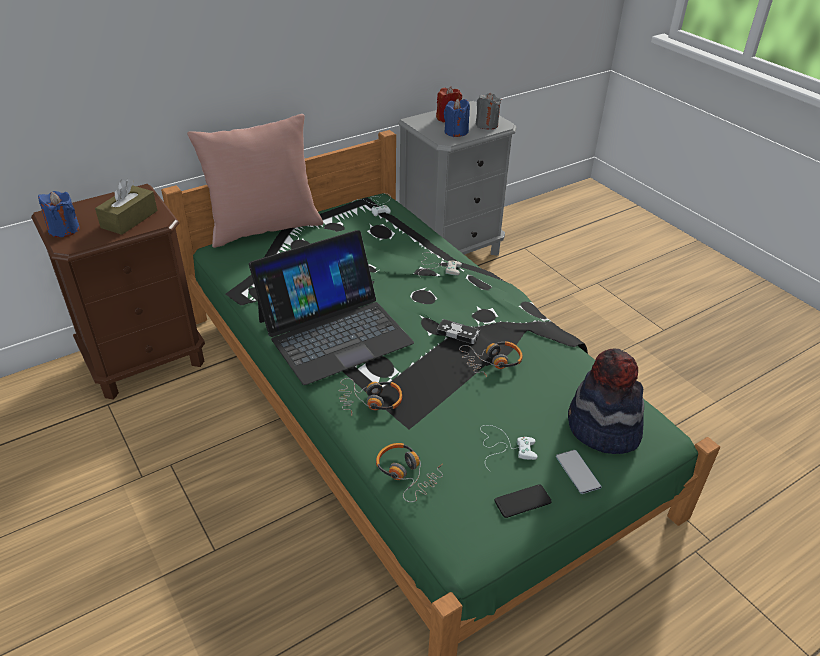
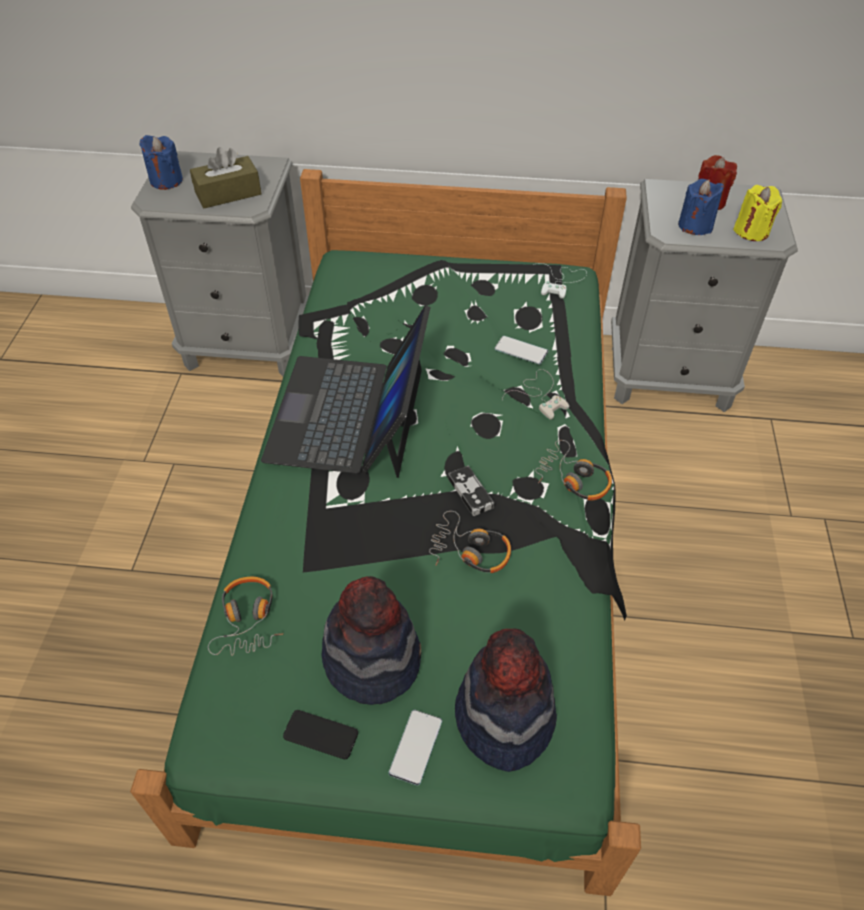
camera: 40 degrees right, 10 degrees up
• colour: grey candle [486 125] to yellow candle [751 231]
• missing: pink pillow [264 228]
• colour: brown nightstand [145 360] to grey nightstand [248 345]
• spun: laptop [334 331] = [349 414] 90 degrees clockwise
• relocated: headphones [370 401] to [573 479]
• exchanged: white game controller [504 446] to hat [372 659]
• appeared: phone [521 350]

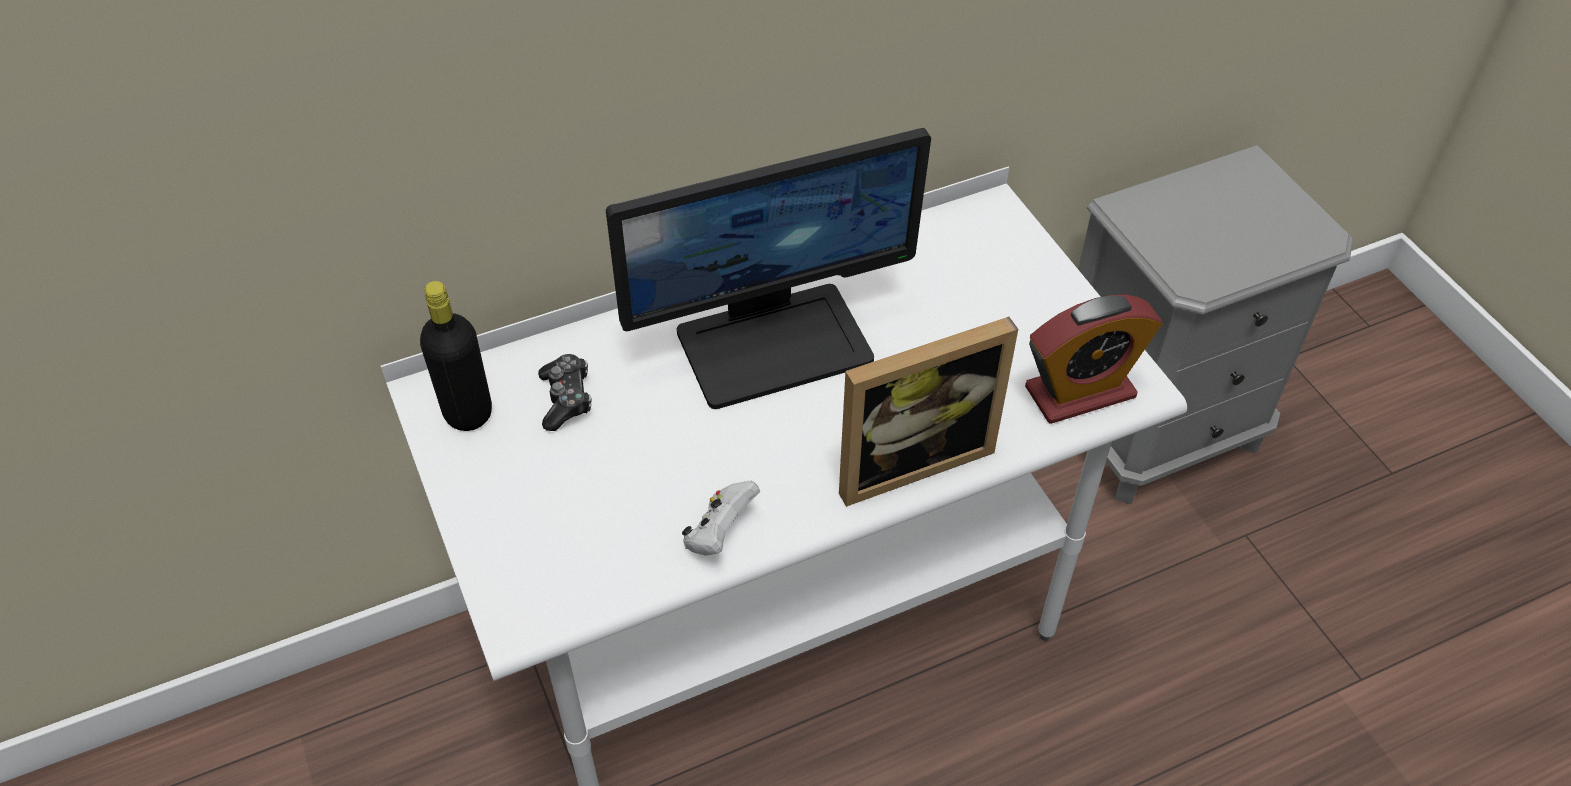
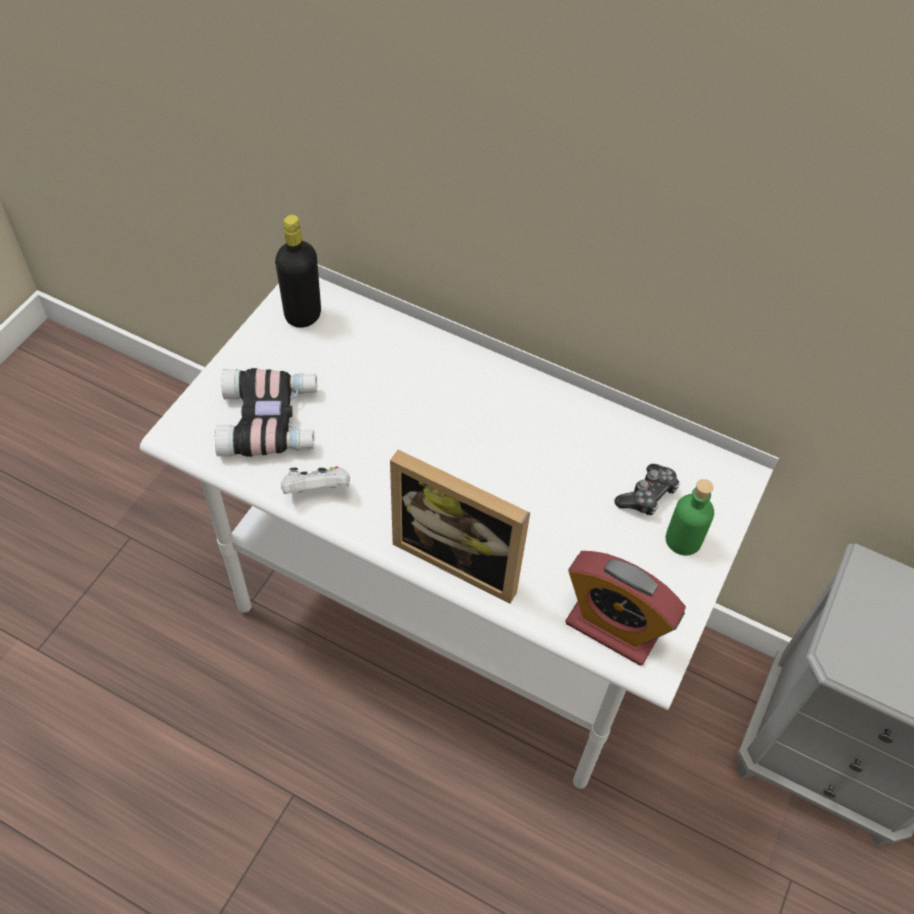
camera: 50 degrees right, 5 degrees up
• missing: monitor [774 342]
• relocated: game controller [566 399] to [647 495]
• appeared: binoculars [271 421]
• appeared: green bottle [683 539]

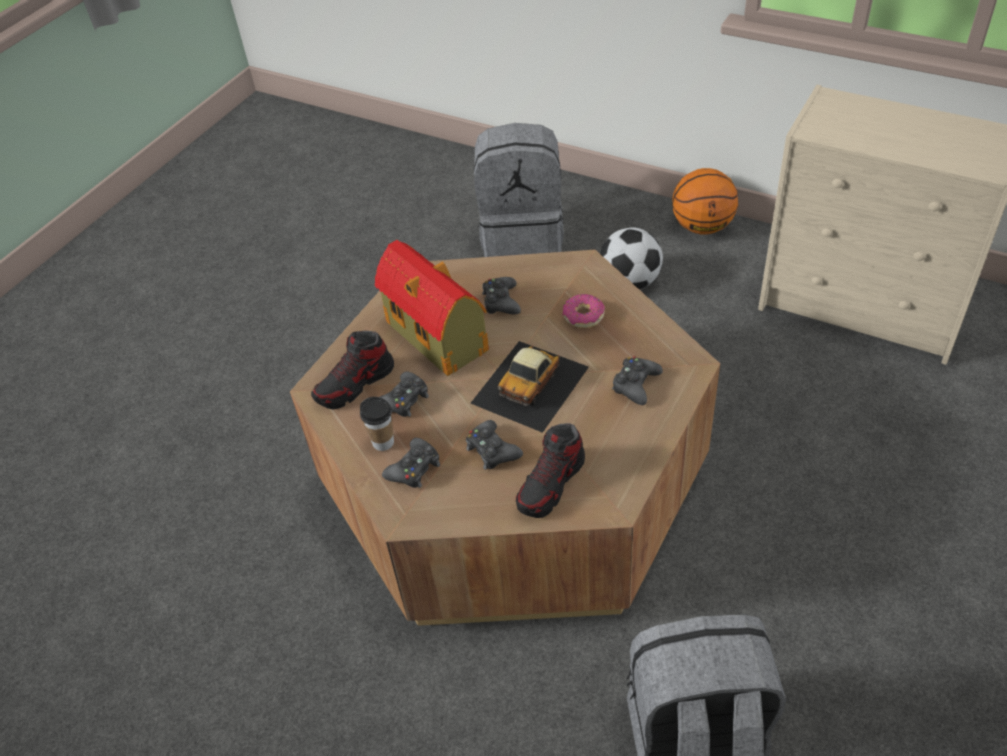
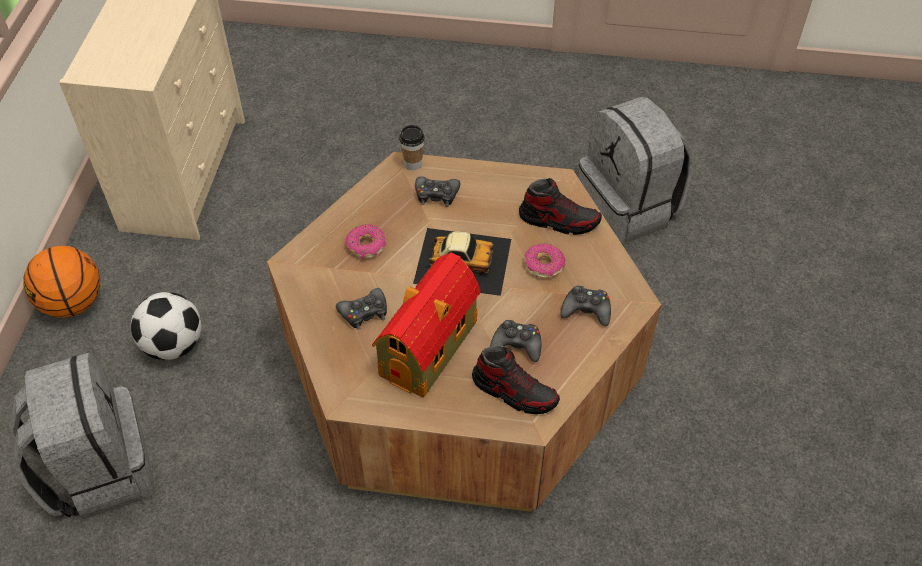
camera: 115 degrees left, 5 degrees up
• relocated: cup [383 442] to [413 164]
• exchanged: black game controller [492 450] to donut [544 265]

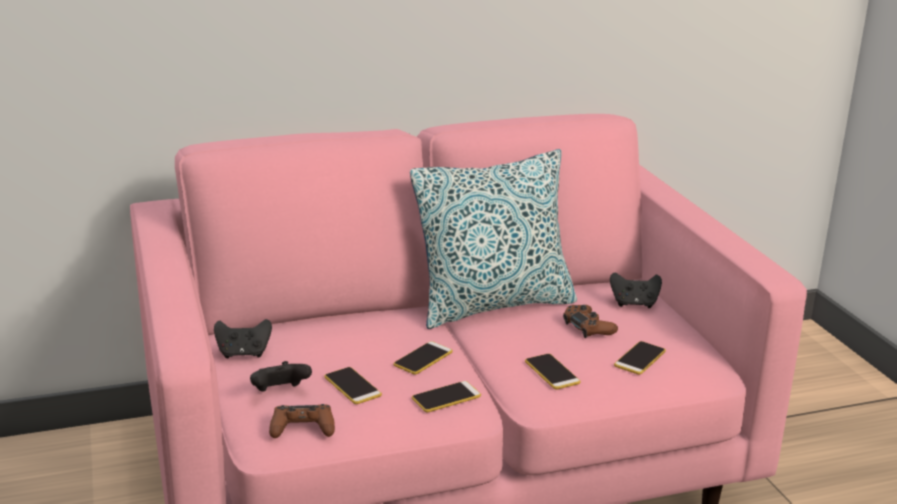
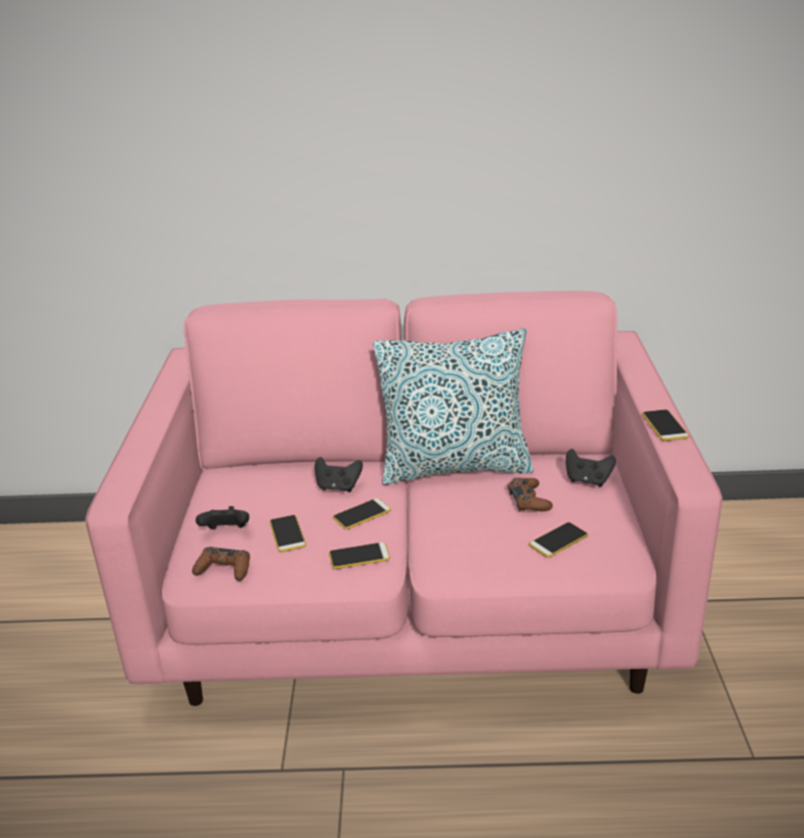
camera: 20 degrees right, 5 degrees up
• relocated: black game controller [243 353] to [338 487]
• relocated: phone [552 372] to [664 426]

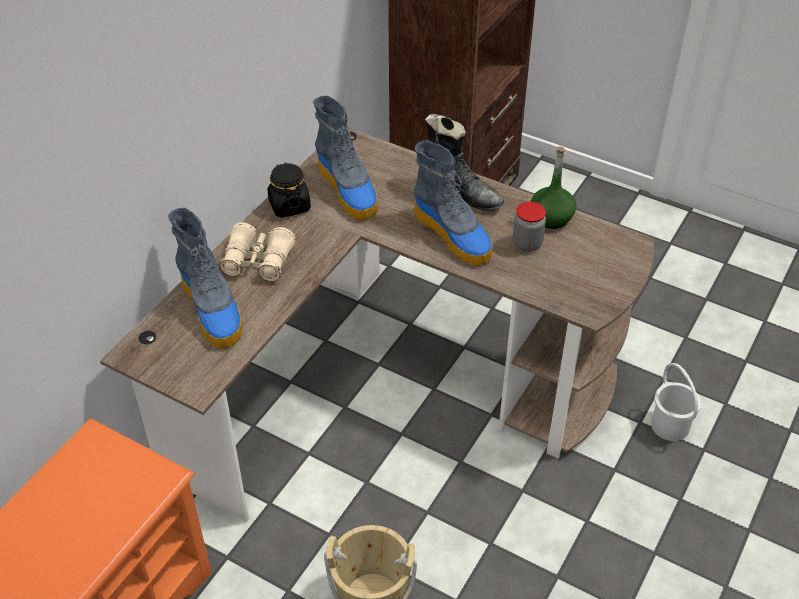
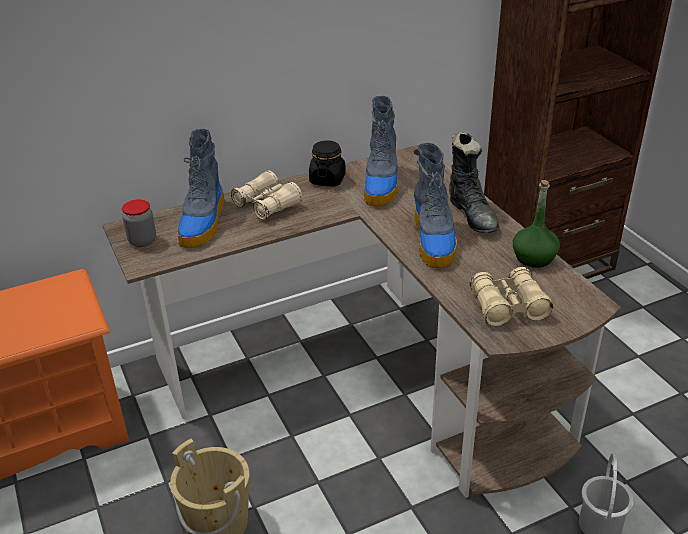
camera: 35 degrees right, 10 degrees down
• relocated: jar [527 243] to [142 241]
• appeared: beige binoculars [508 306]

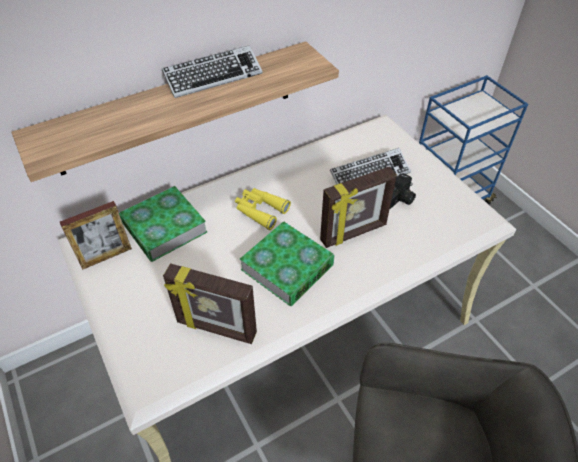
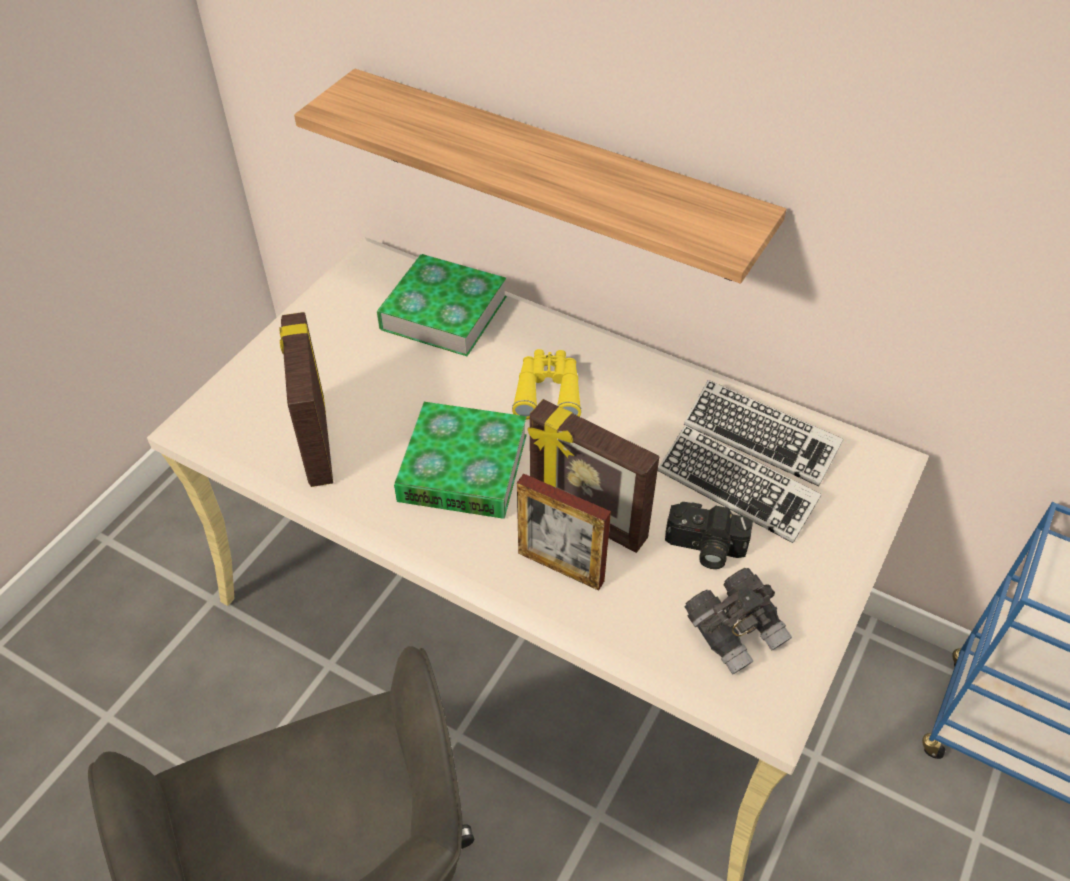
camera: 60 degrees right, 0 degrees up
• relocated: keyboard [213 77] to [760 438]
• relocated: picture frame [106 256] to [560 567]
• appeared: grey binoculars [735 631]

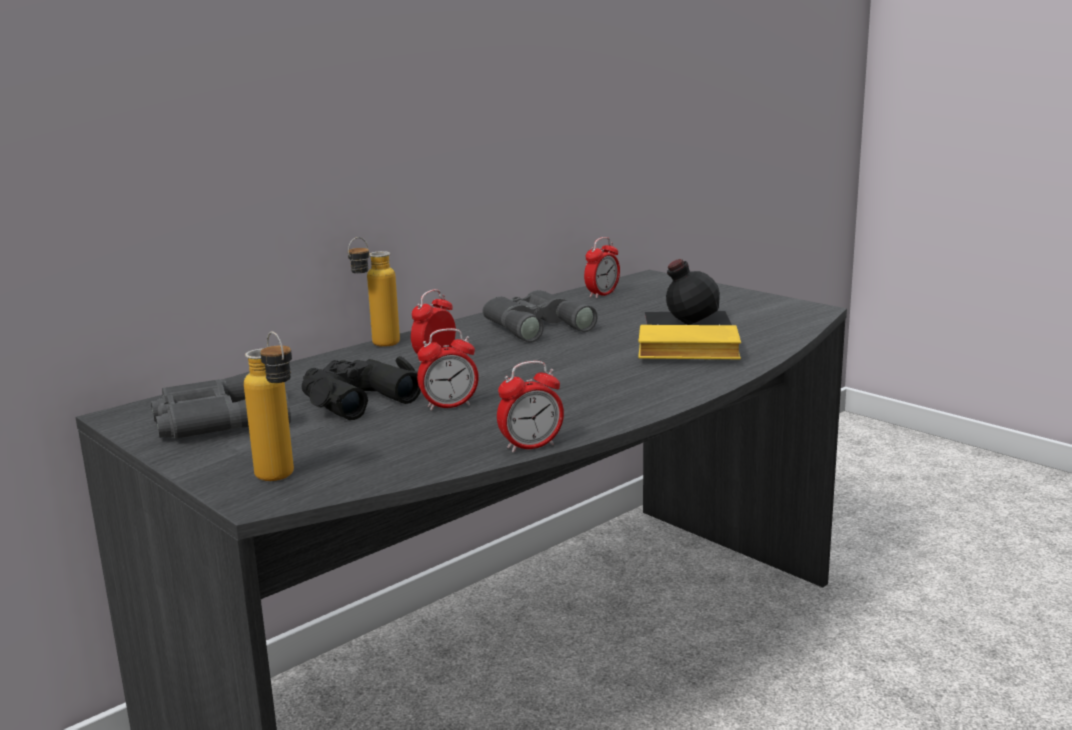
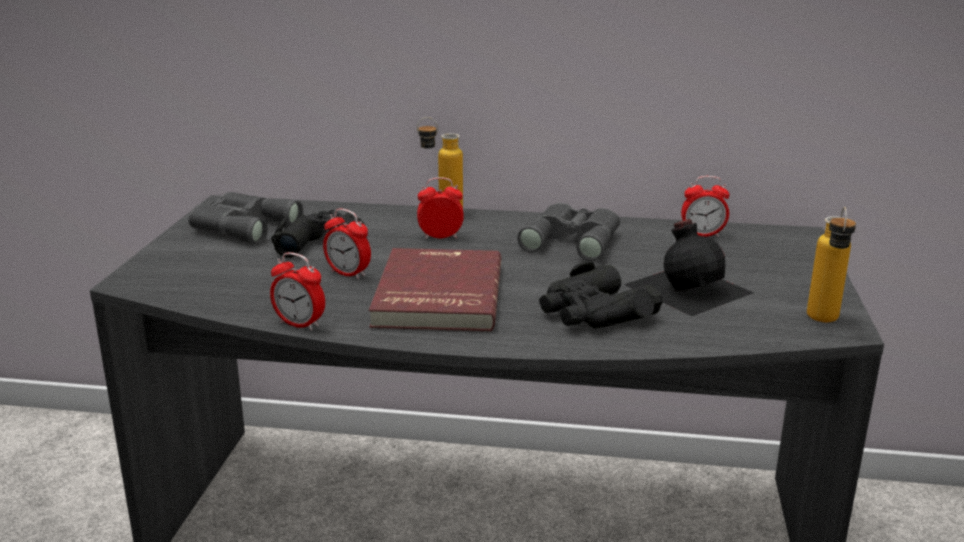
camera: 50 degrees right, 5 degrees up
• exchanged: yellow book [685 354] to black binoculars [594 313]
• relocated: bottle [281 479] to [823 322]
• appeared: red book [436 295]

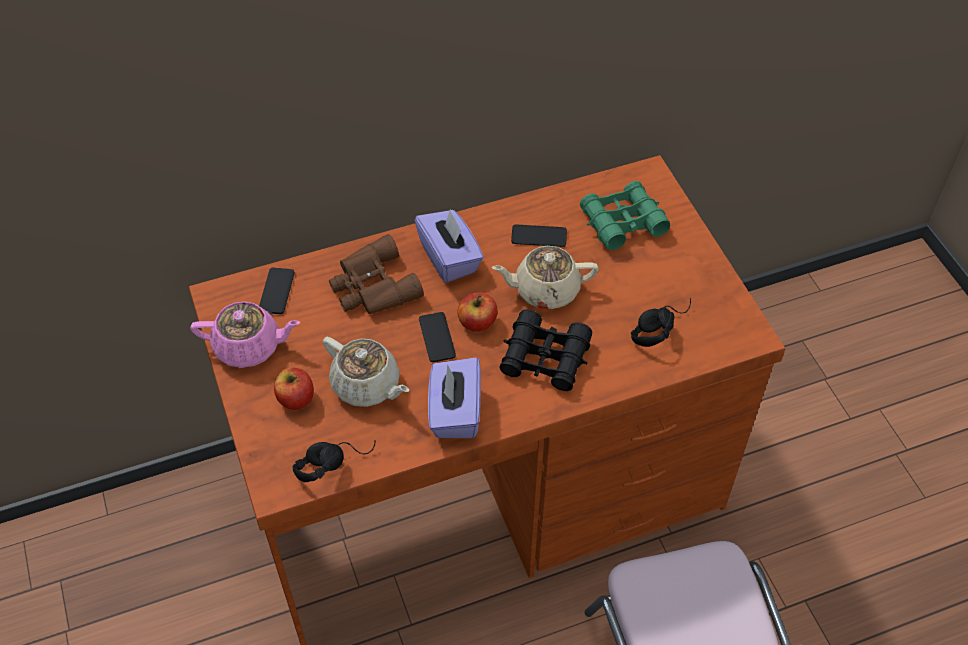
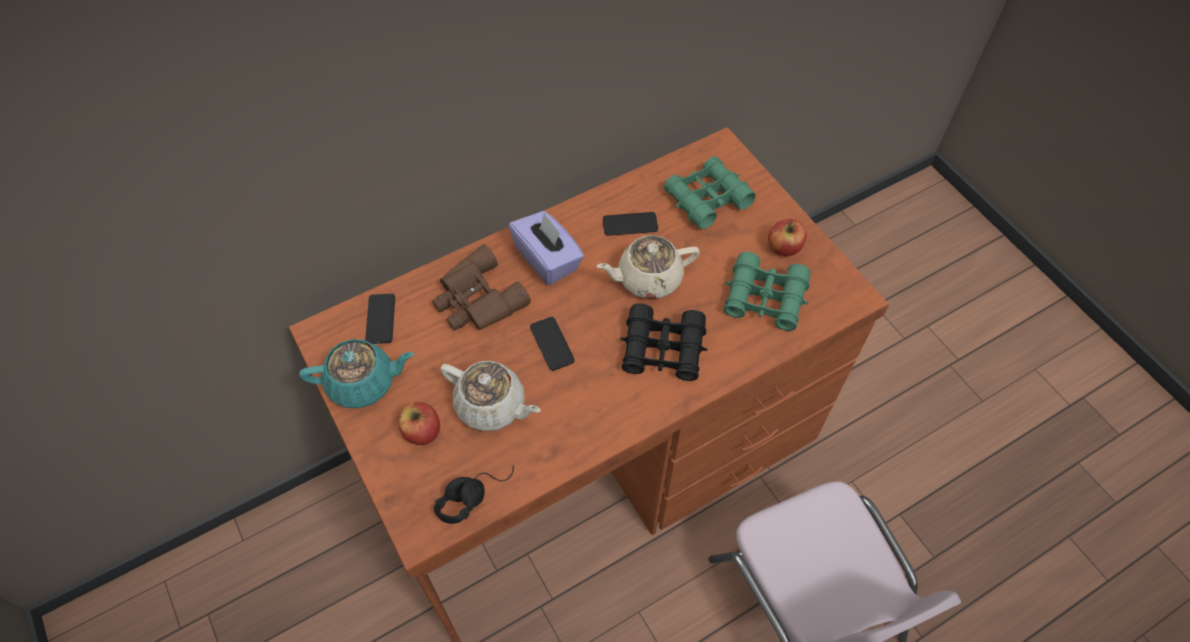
camera: 10 degrees left, 5 degrees up
• relocated: apple [477 322] to [784 247]
• exchanged: black headphones [658 325] to green binoculars [765 298]
• colour: pink teapot [249 347] to turquoise teapot [363 382]
• missing: purple tissue box [455 412]

